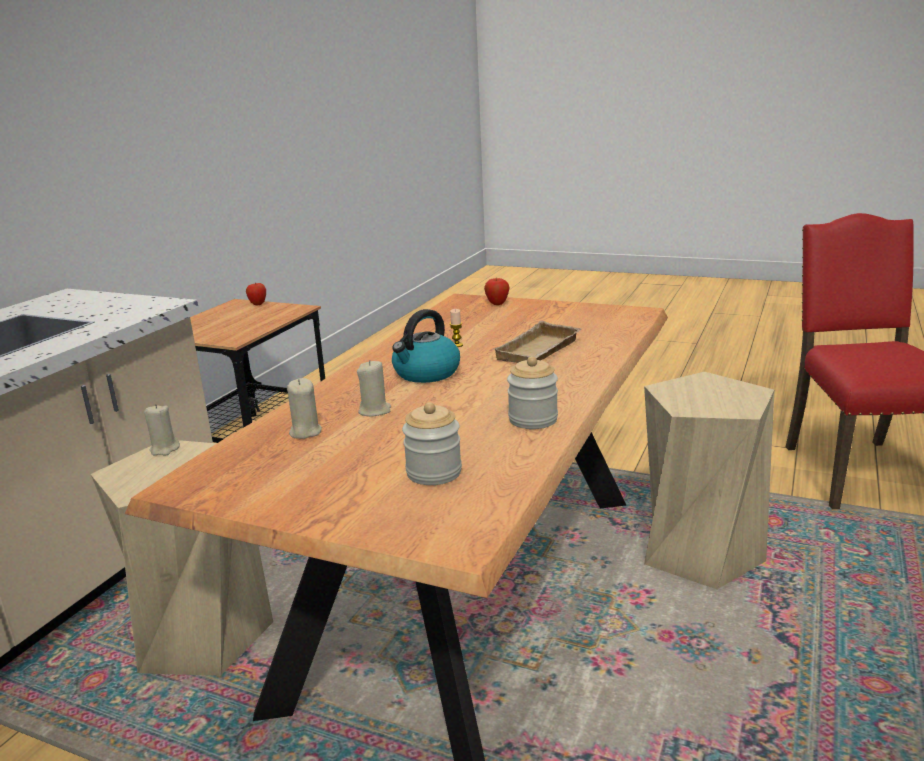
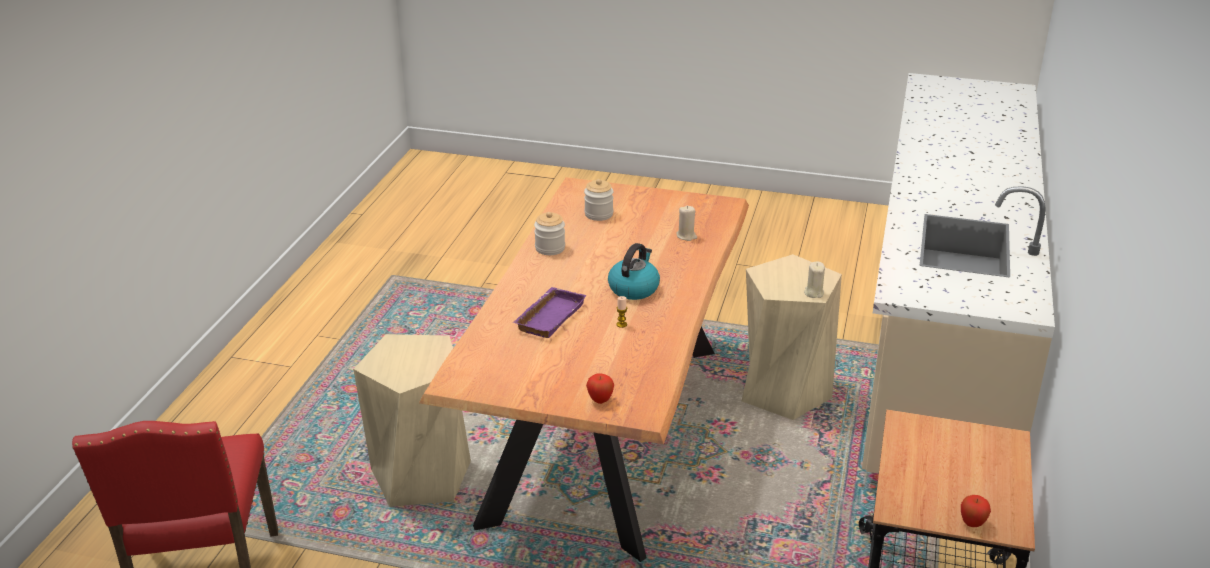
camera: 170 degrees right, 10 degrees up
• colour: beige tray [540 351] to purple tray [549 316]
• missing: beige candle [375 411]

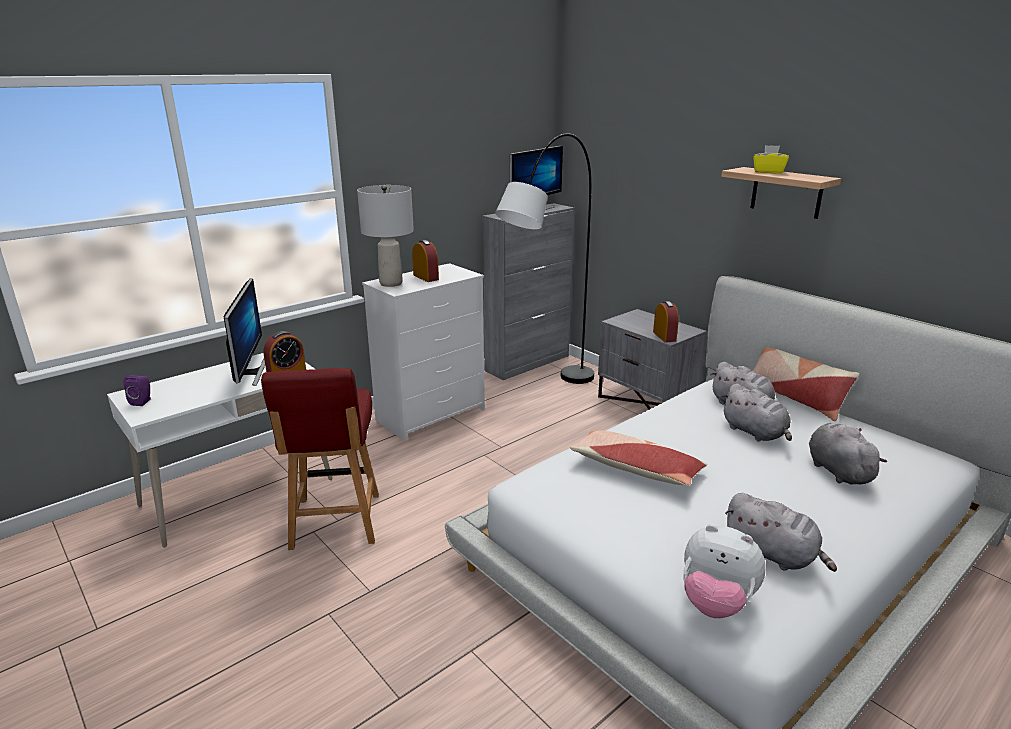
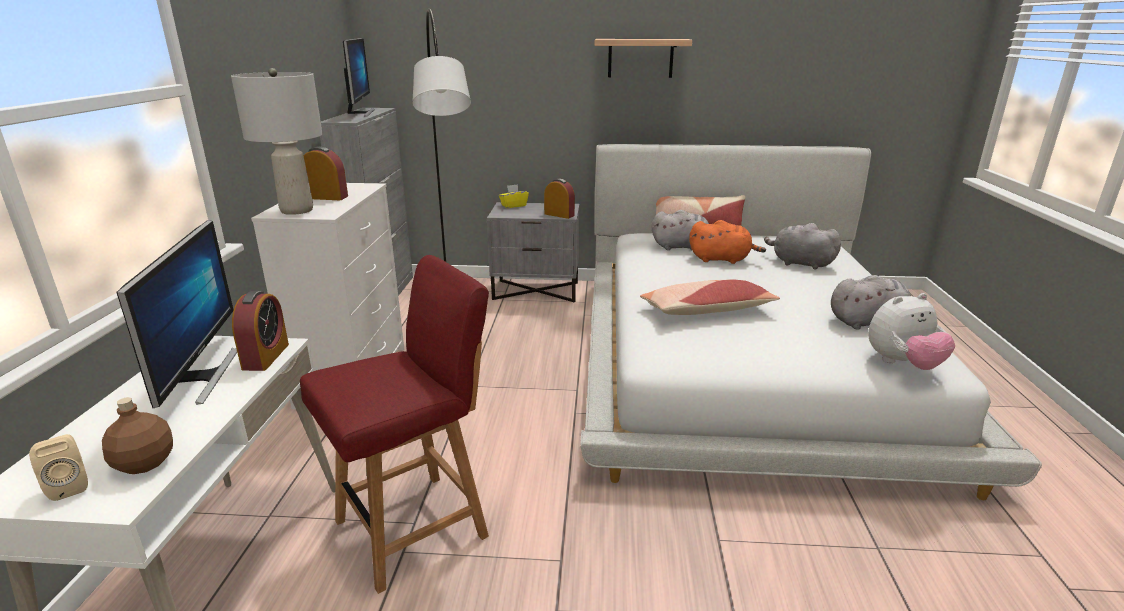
camera: 45 degrees left, 0 degrees up
• relocated: yellow tissue box [768 172] to [513 205]
• spun: monitor [250 372] = [201 376] 45 degrees clockwise
• spun: red chair [335 522] = [415 527] 75 degrees counterclockwise
• colour: purple speaker [142 401] to beige speaker [69 486]
• colour: grey plush toy [755 433] to orange plush toy [722 259]
• appeared: brown bottle [146 463]

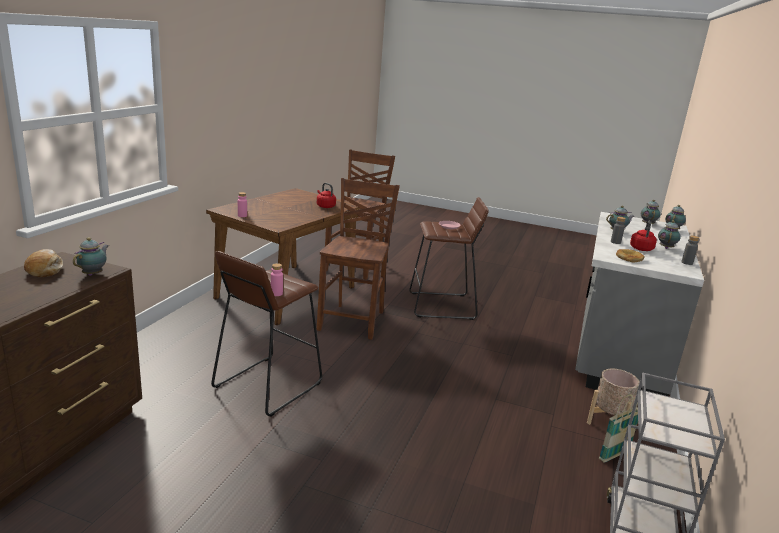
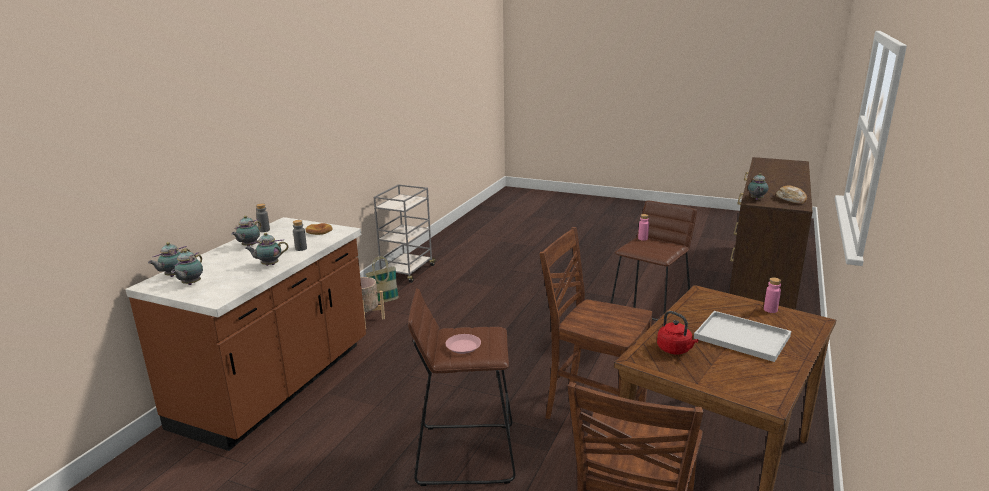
camera: 175 degrees left, 0 degrees up
• spun: brown chair [354 321] = [593 412] 105 degrees clockwise
• colour: grey counter [616 353] to brown counter [277 385]
• missing: red kettle [641 248]
• appeared: white tray [744 337]

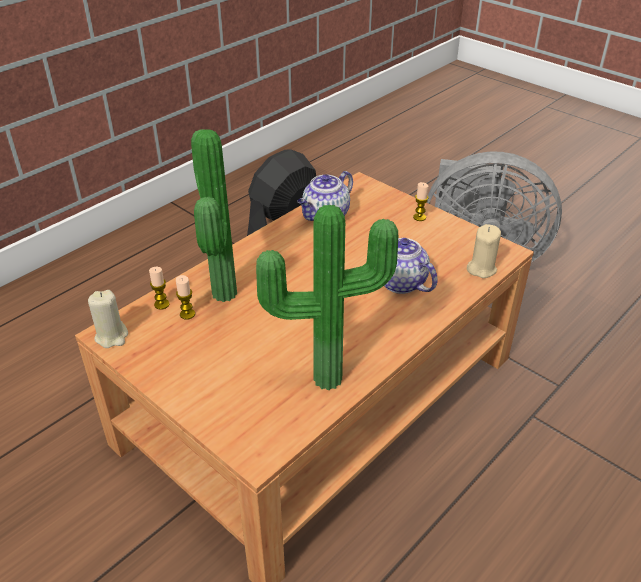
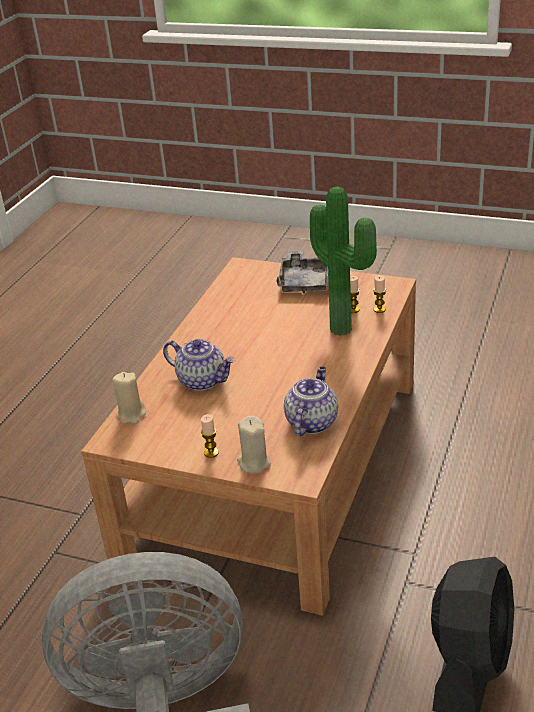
camera: 160 degrees right, 5 degrees down
• missing: potted plant [326 375]
• relocated: beige candle [112 336] to [254 463]
• appeared: grey tray [305 281]

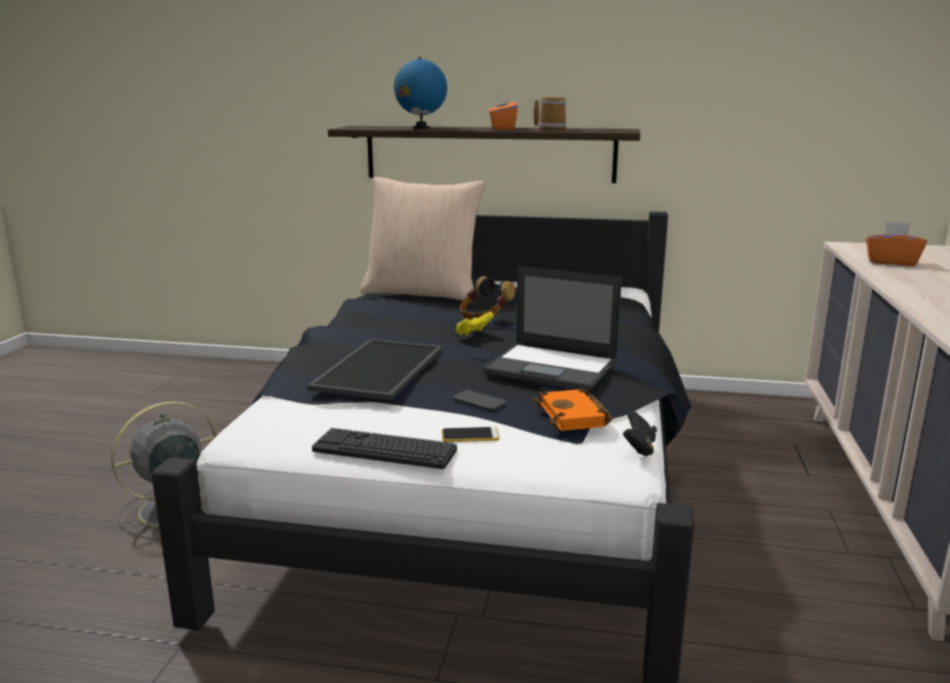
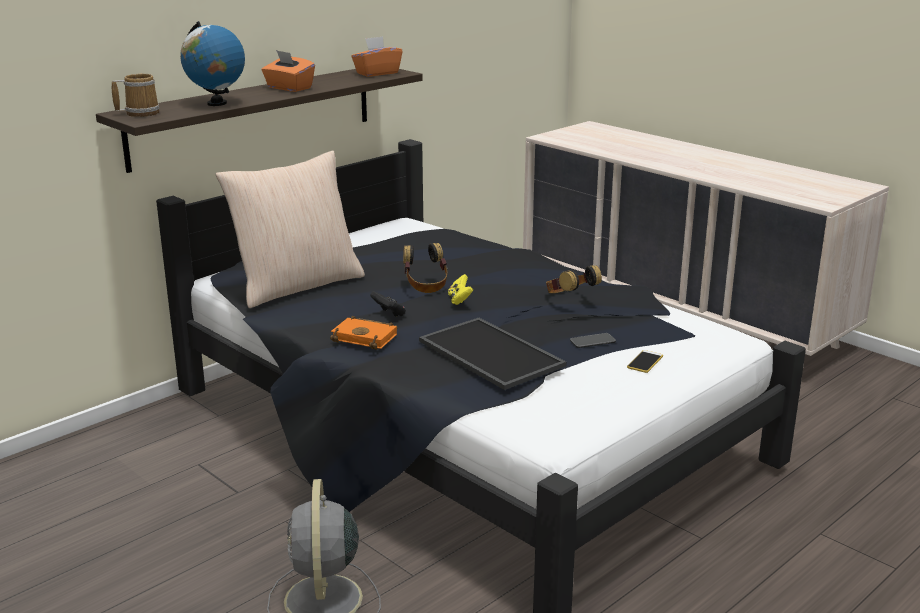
camera: 55 degrees left, 5 degrees up
• relocated: mug [551 129] to [140 113]
• relocated: orange tissue box [891 262] to [377 73]
• exchanged: laptop [553 367] to headphones [570 299]
• relocated: orange book [575 416] to [367 337]
• relocated: black game controller [639 448] to [389 314]
• missing: keyboard [384 450]

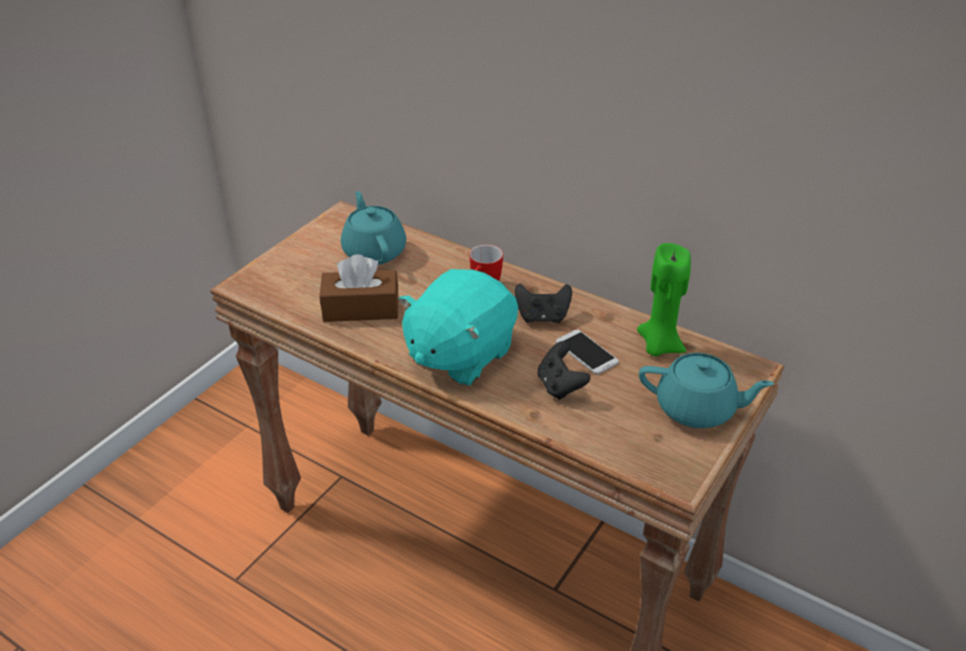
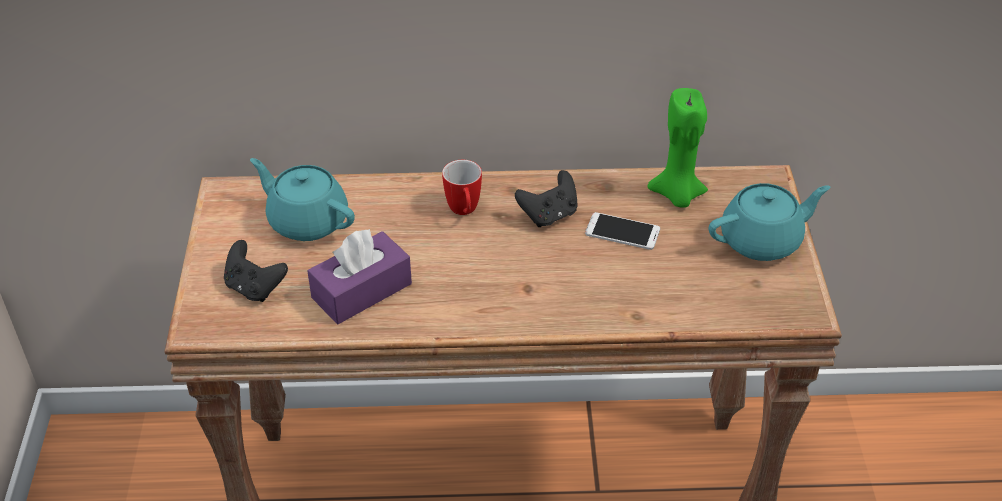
camera: 35 degrees left, 5 degrees up
• colour: brown tissue box [361 308] to purple tissue box [361 291]
• missing: turquoise plush toy [459 354]
• relocated: black game controller [560 386] to [255 288]

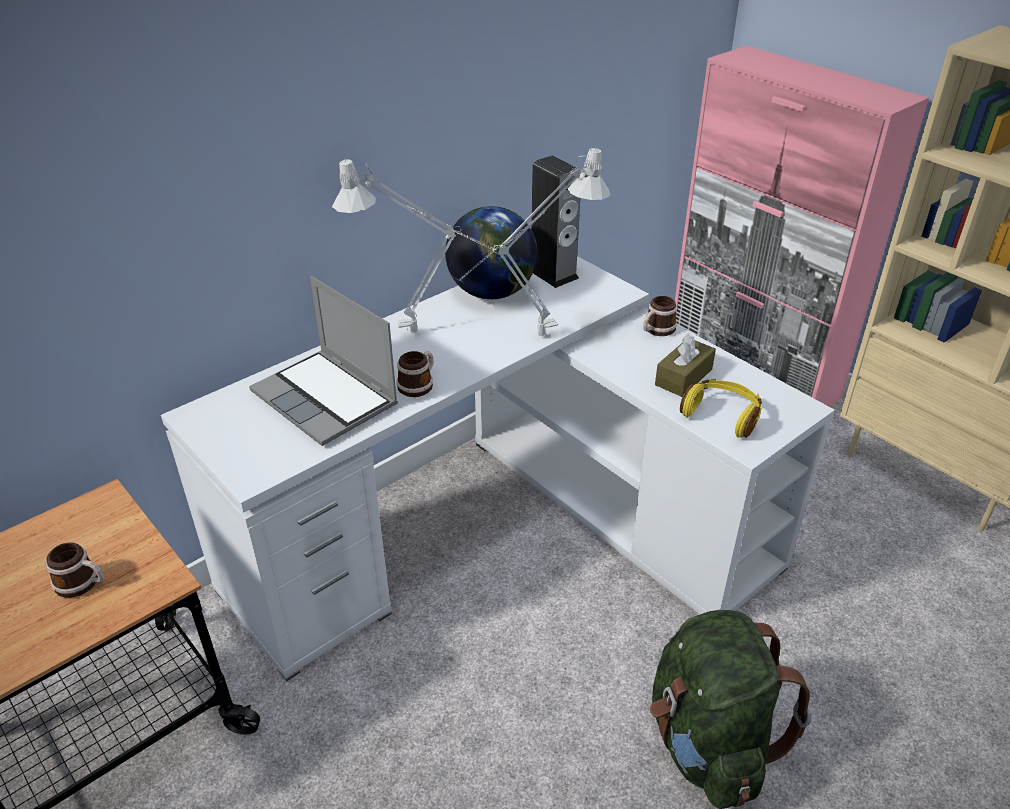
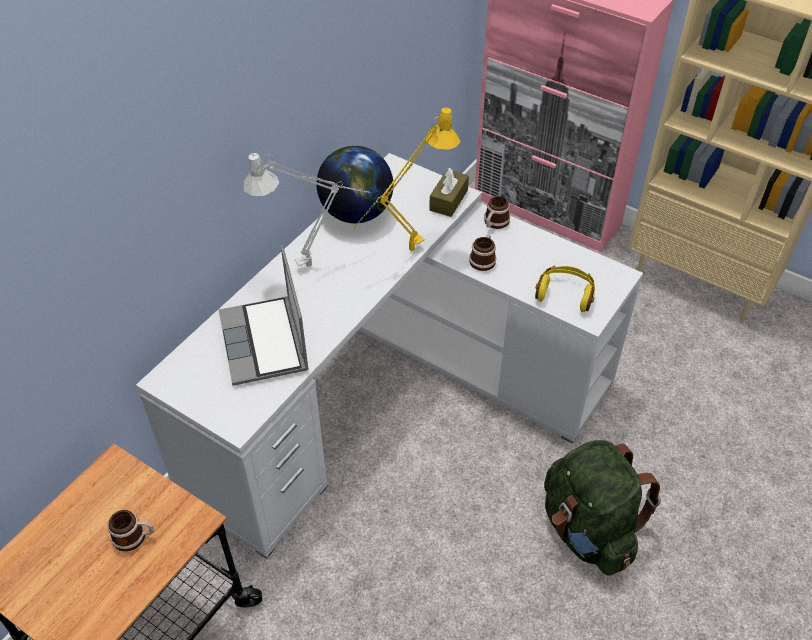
camera: 15 degrees left, 10 degrees up
• colour: grey table lamp [532 339] to yellow table lamp [405 254]
• missing: speaker [552 273]
• spun: laptop [327 399] = [265 343] 45 degrees clockwise
• relocated: brown tissue box [683 377] to [448 200]
• relocated: mug [418 384] to [483 259]

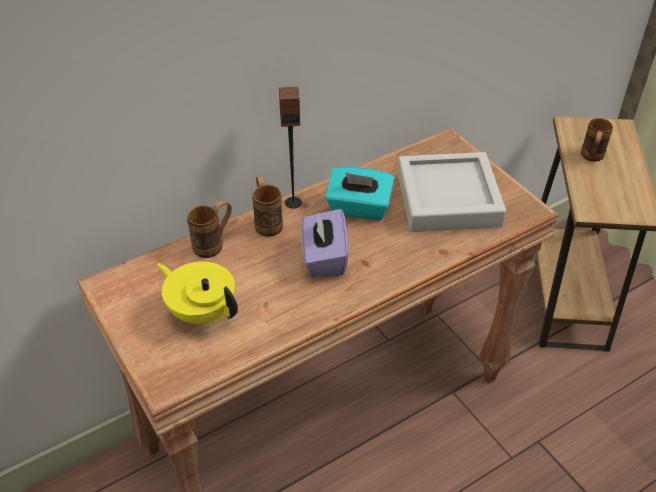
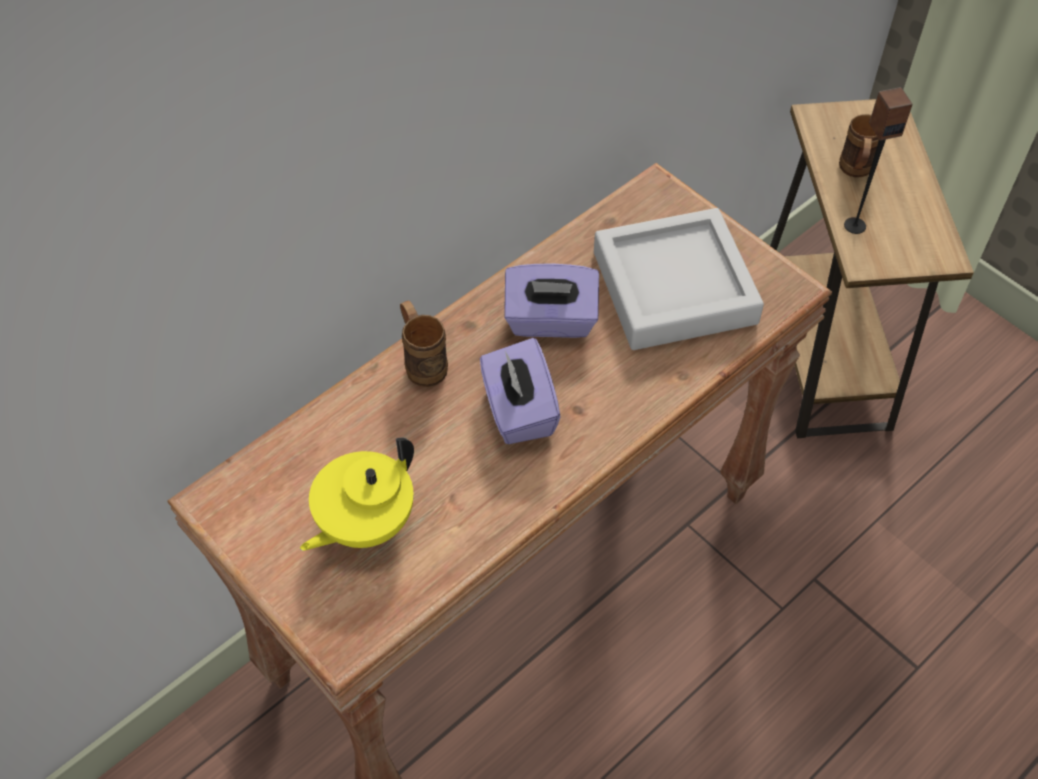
camera: 10 degrees left, 10 degrees up
• relocated: speaker [293 202] to [854 225]
• colour: turquoise tissue box [359 208] to purple tissue box [550 321]
• missing: brown mug [214 244]
• spun: yellow teapot [202 311] = [364 523] 75 degrees counterclockwise

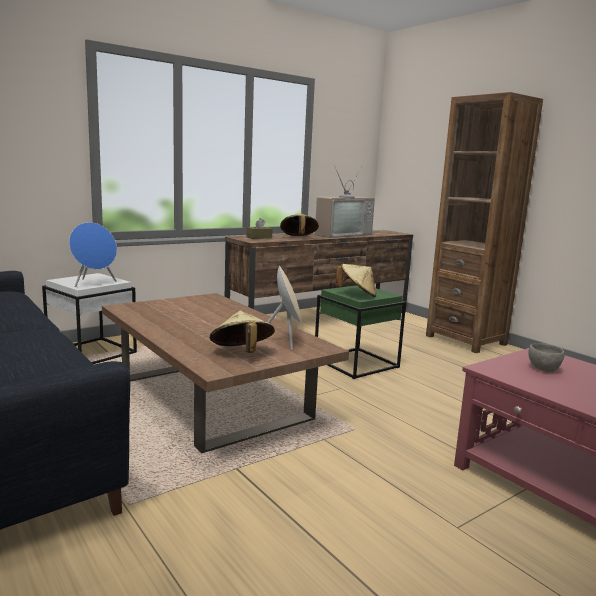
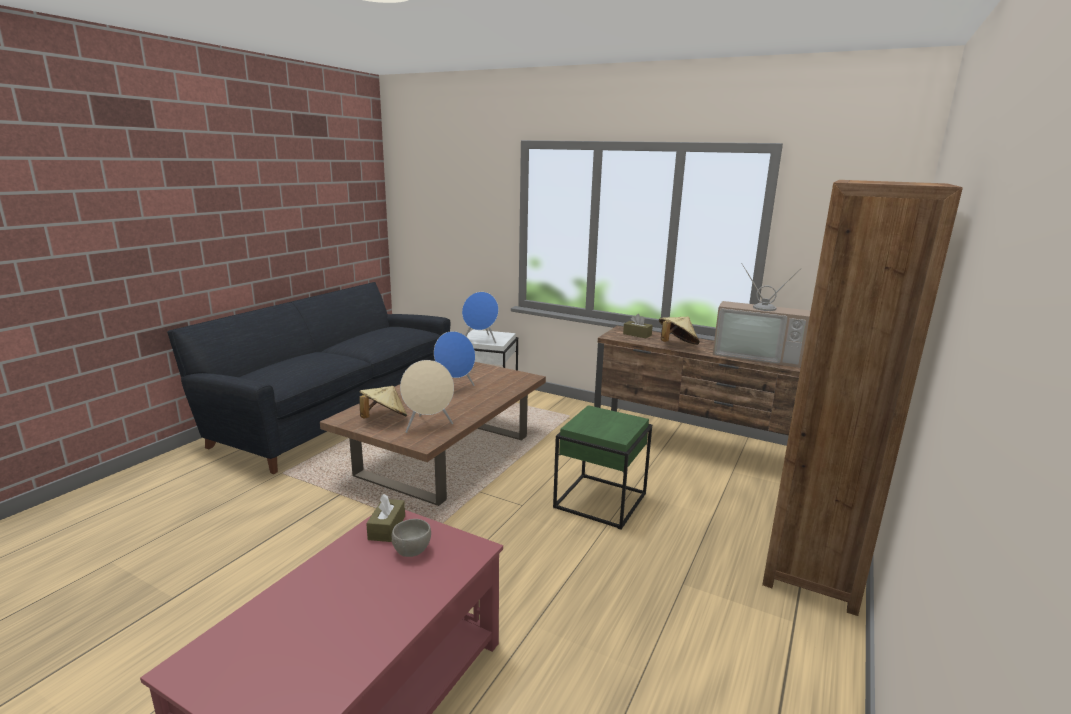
camera: 65 degrees right, 5 degrees up
• missing: beige hat [357 294]
• appeared: blue speaker [454 389]
• appeared: brown tissue box [387 528]

